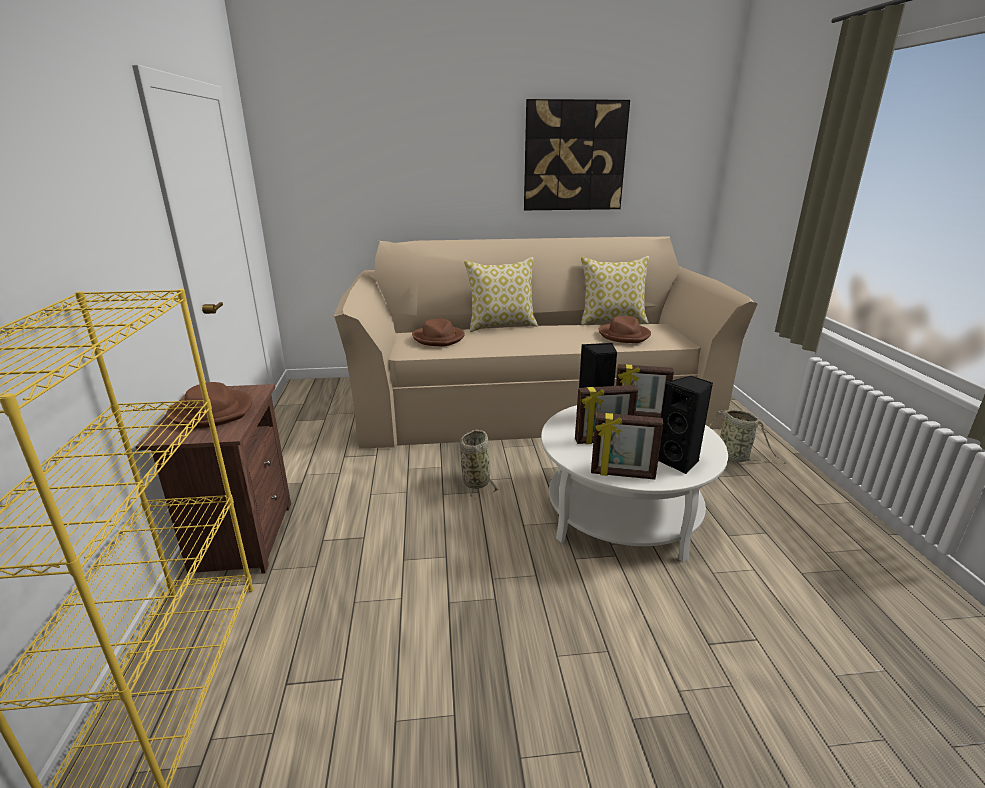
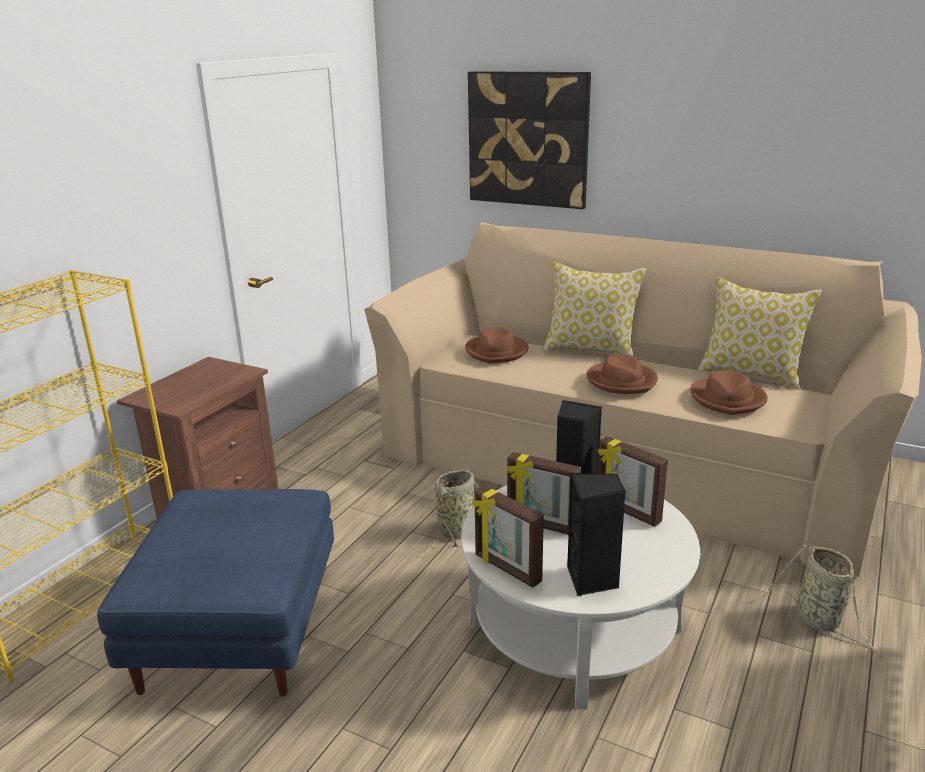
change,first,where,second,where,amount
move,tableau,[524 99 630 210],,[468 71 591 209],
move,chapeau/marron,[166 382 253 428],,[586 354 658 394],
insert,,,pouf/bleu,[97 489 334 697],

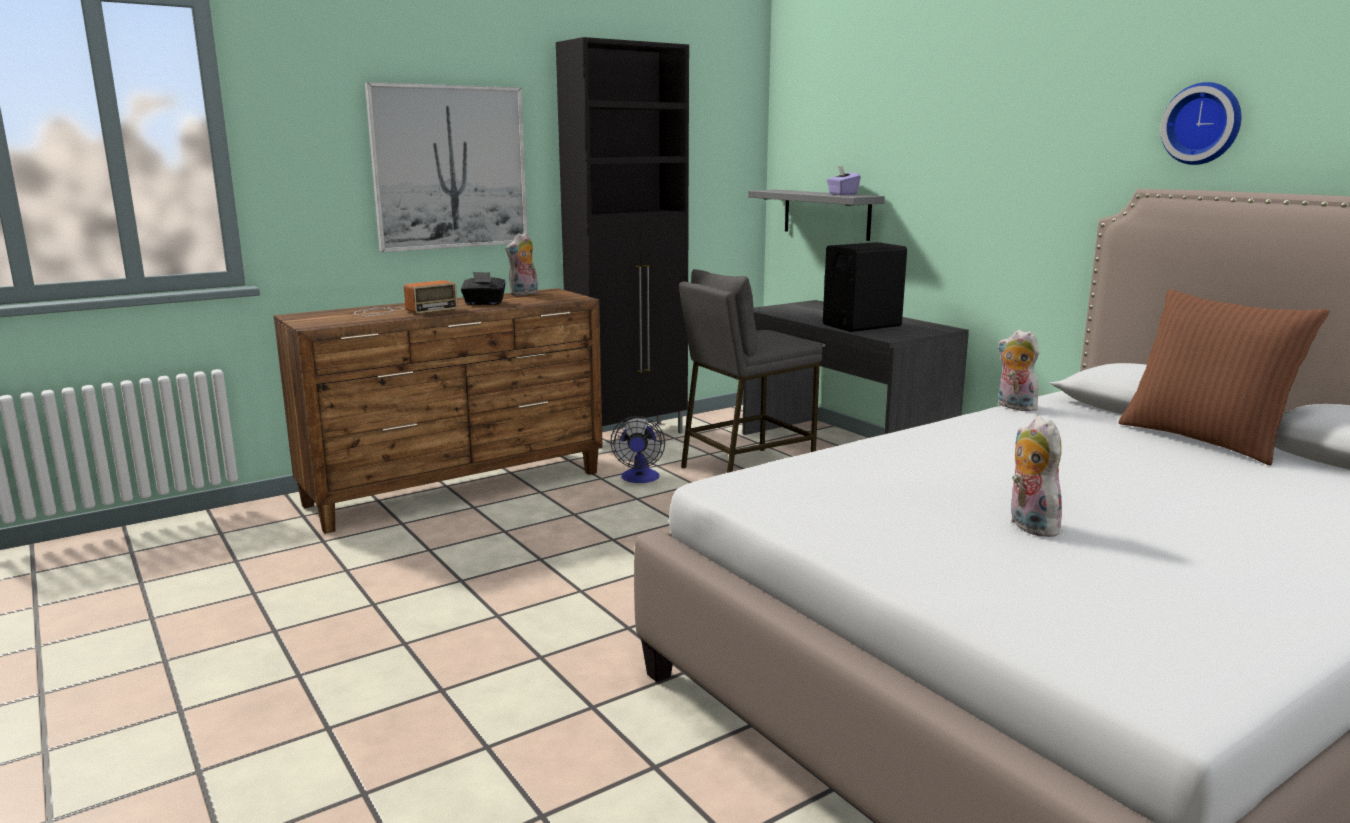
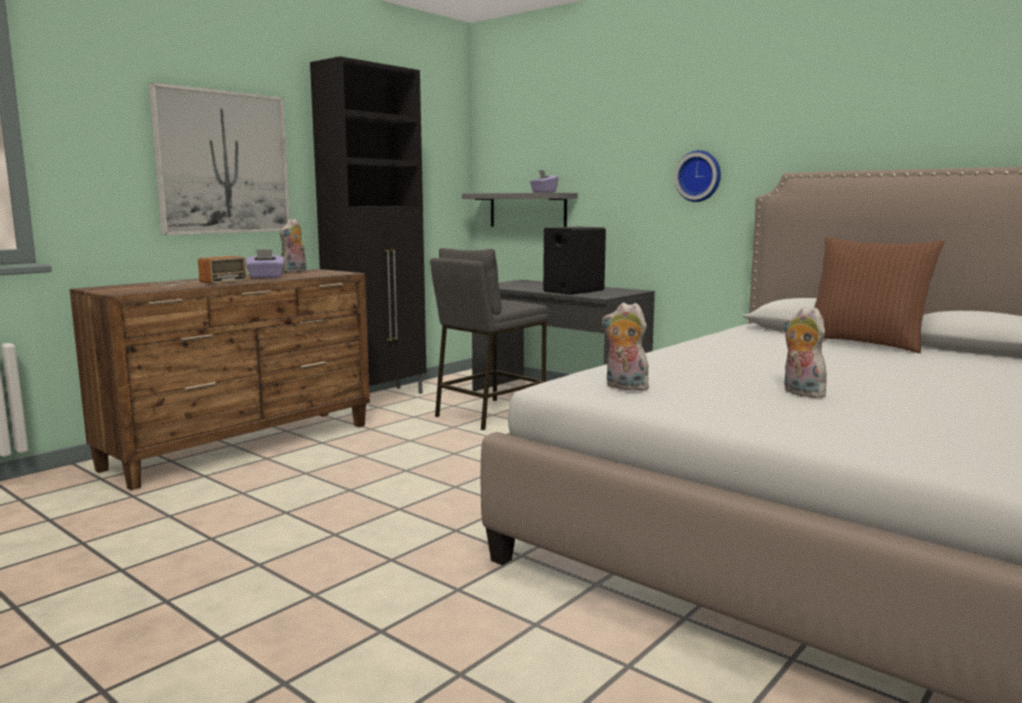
change,first,where,second,where,amount
move,horloge murale,[1160 82 1241 165],,[674 150 721 202],
recolor,boîte à mouchoirs/noir,[461 272 506 305],boîte à mouchoirs/violet,[246 249 284 278],
move,peluche,[998 330 1040 411],,[602 303 649 391],
delete,ventilateur,[610 416 665 483],,,

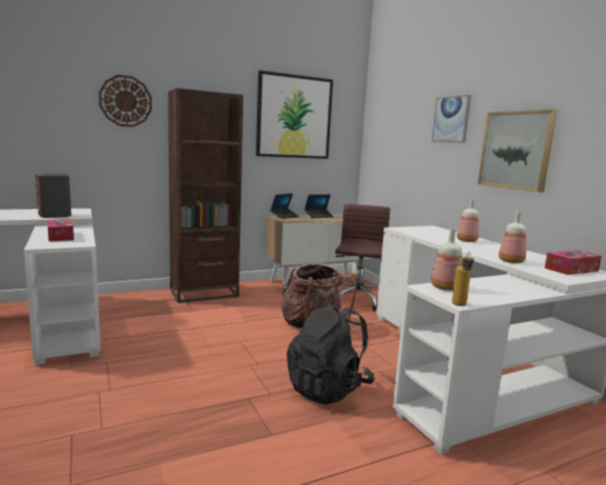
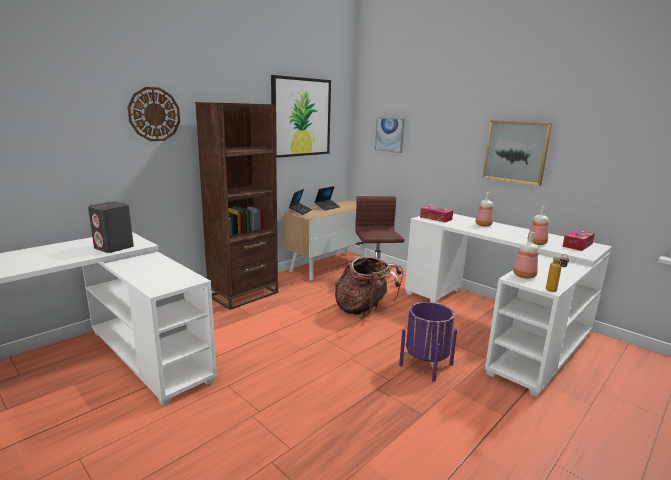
change,first,where,second,where,amount
move,tableau,[432 95 471 143],,[375 117 405 153],
move,boîte à mouchoirs,[48 219 74 242],,[420 206 453 222],
replace,sac à dos/noir,[287 302 375 405],cache-pot/violet,[399 302 457 382],

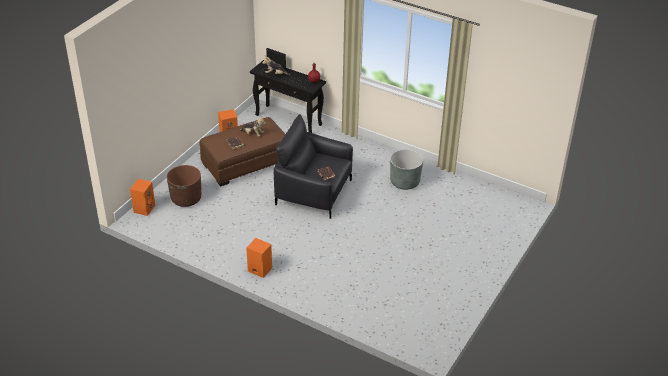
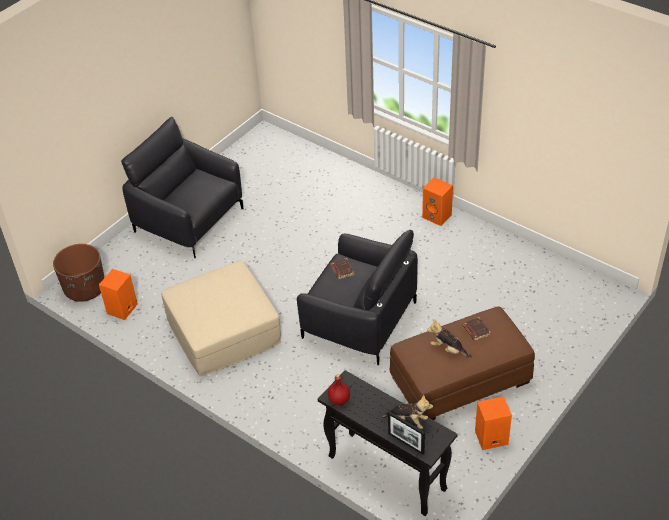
change,first,where,second,where,amount
replace,cache-pot/gris,[390 149 423 190],pouf/beige,[161 261 281 376],
move,cache-pot/marron,[167 165 201 207],,[53 244 105 302],
move,enceinte/orange,[130 179 155 216],,[99 269 138 320],
insert,,,fauteuil/noir,[121 116 243 258],

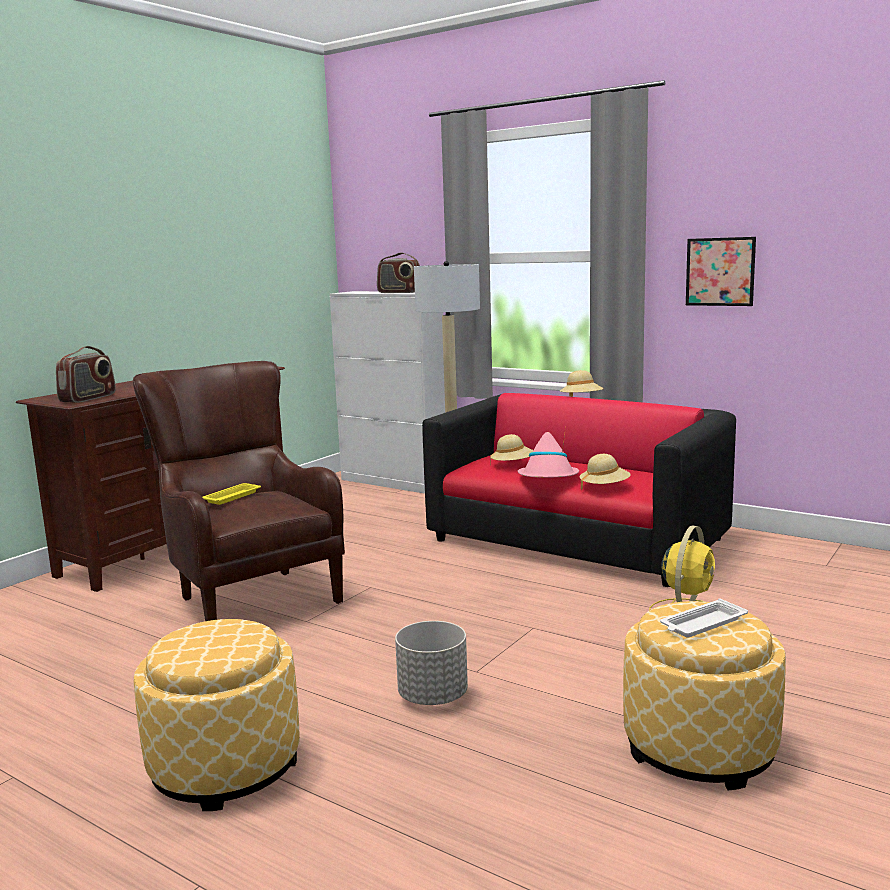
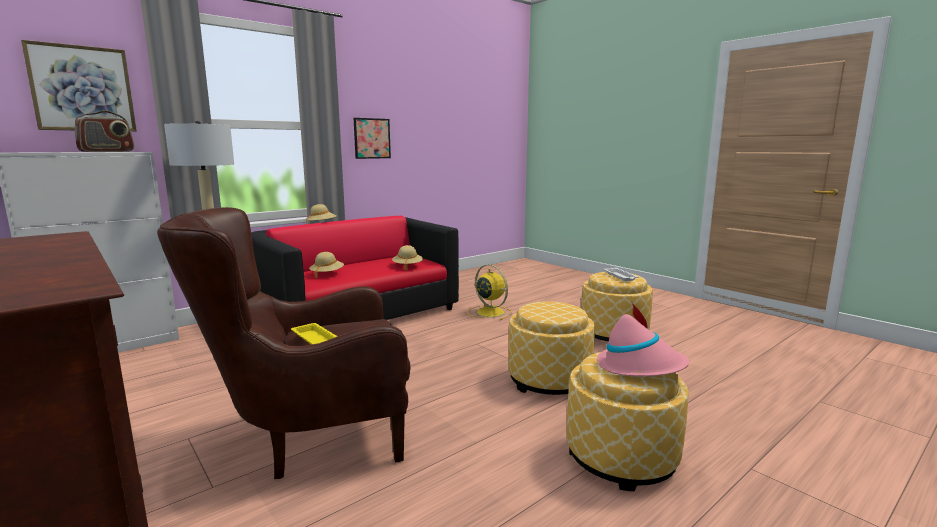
change,first,where,second,where,amount
delete,radio,[56 346 116 403],,,
move,chapeau/rose,[518 427 579 478],,[597 303 689 376],
replace,cache-pot/gris,[395 621 468 705],pouf,[508 301 595 395],
insert,,,tableau,[21 40 137 131],

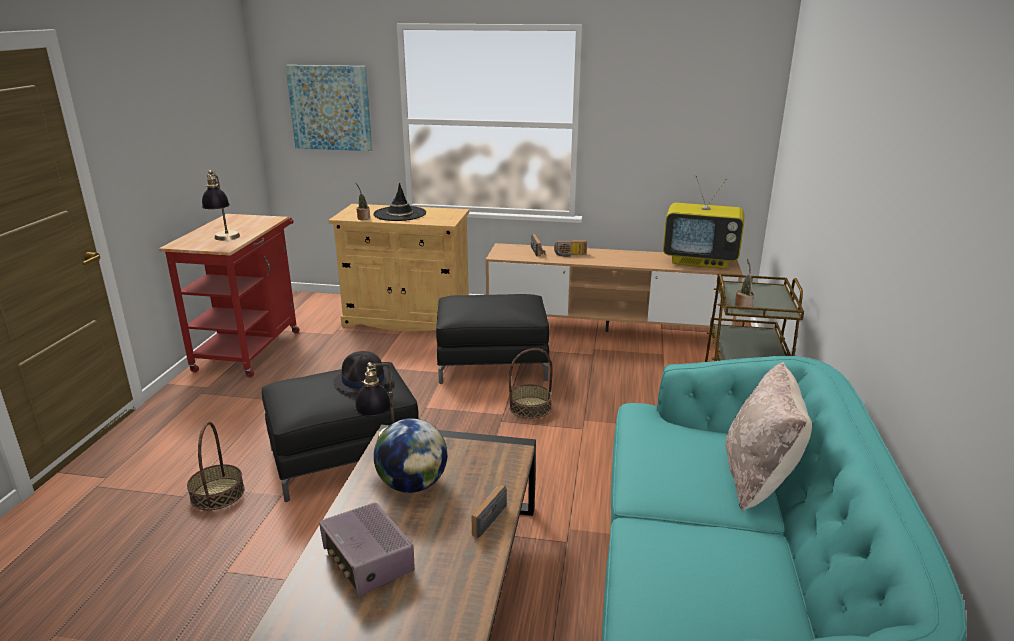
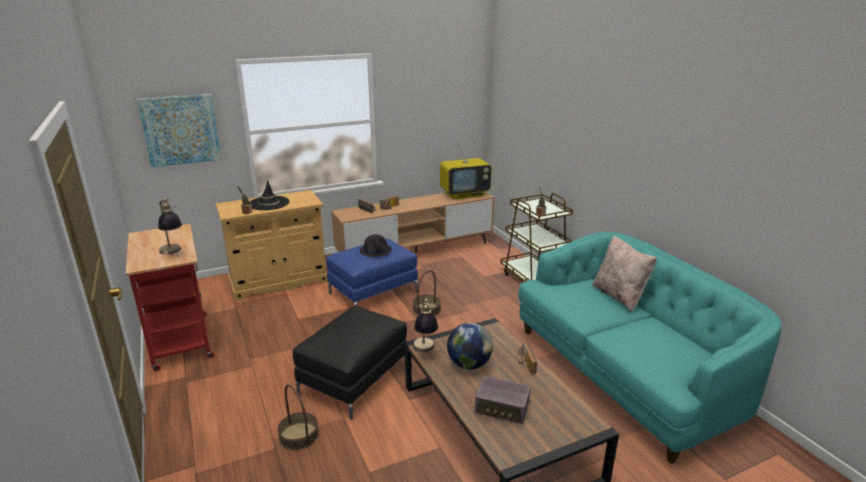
change,first,where,second,where,amount
recolor,pouf/noir,[436 294 550 384],pouf/bleu,[326 239 418 306],
move,chapeau/noir,[333 351 392 393],,[360 234 392 257],

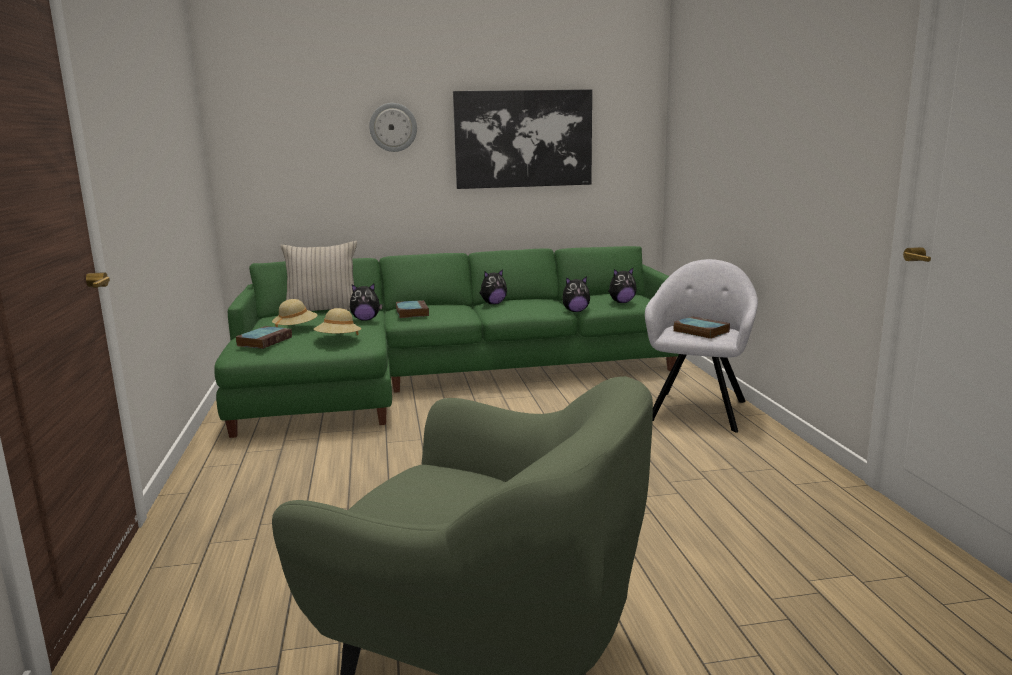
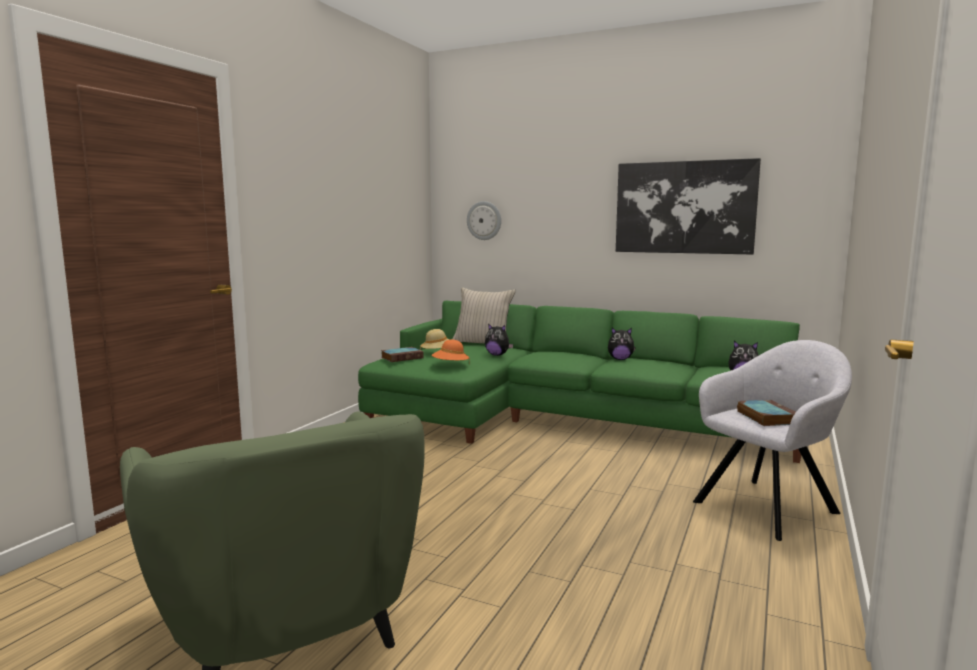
change,first,where,second,where,amount
move,horloge murale,[369 103 417 152],,[467 201 501 240],
delete,peluche,[562 276 590 312],,,
delete,livre,[396 300 429 318],,,
recolor,chapeau/beige,[314 308 361 335],chapeau/orange,[432 339 470 364],

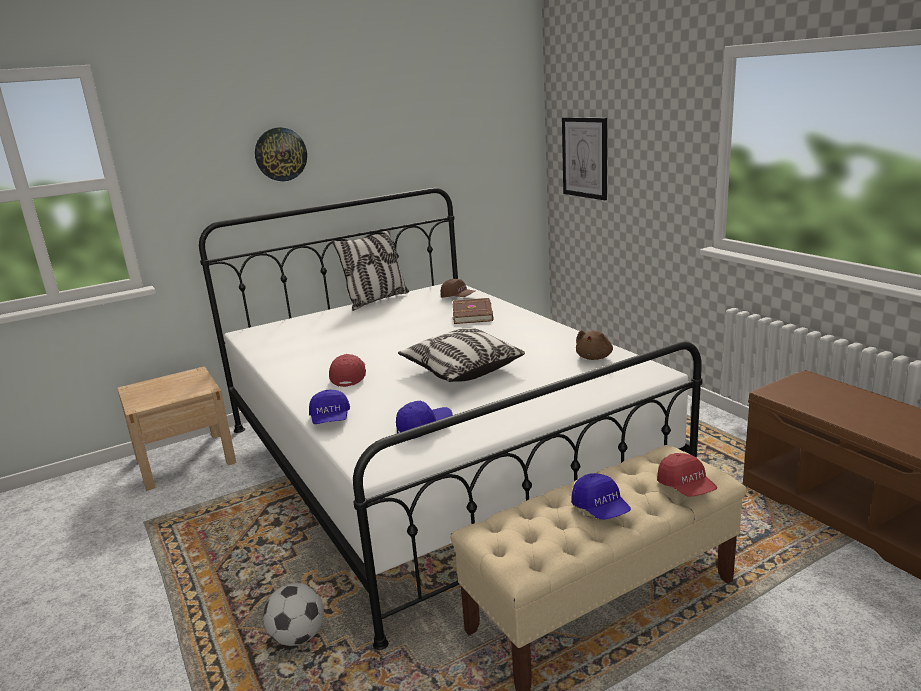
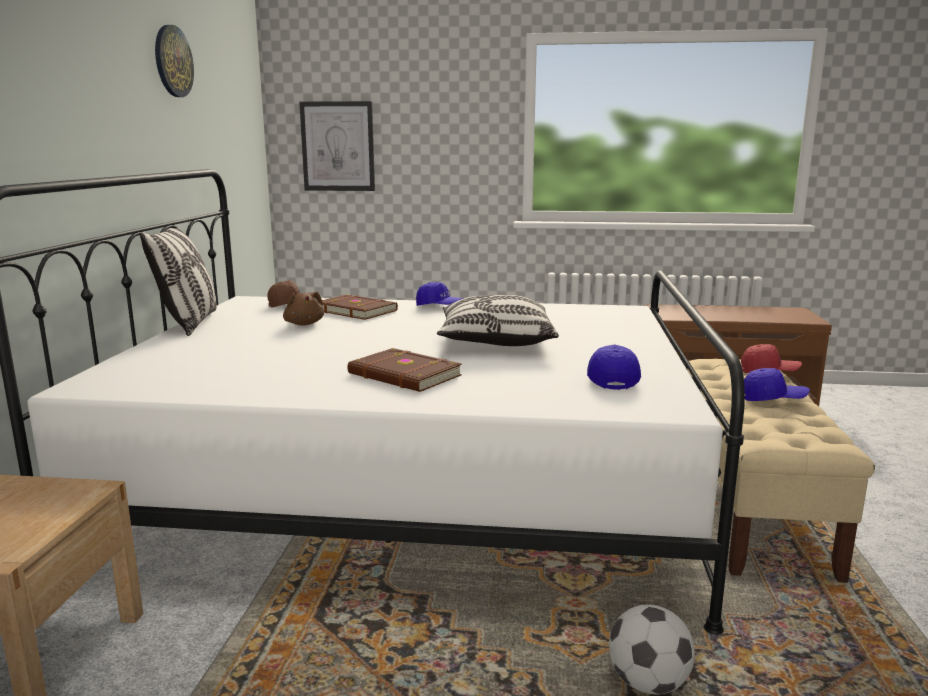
change,first,where,second,where,amount
move,horloge murale,[255 127 307 181],,[155 25 194 97],
move,peluche/marron,[576 330 613 360],,[283 292 324 326],
replace,casquette/rouge,[329 354 366 387],livre/marron,[348 348 462 392],
move,casquette/bleu,[309 389 350 424],,[416 282 464 306],

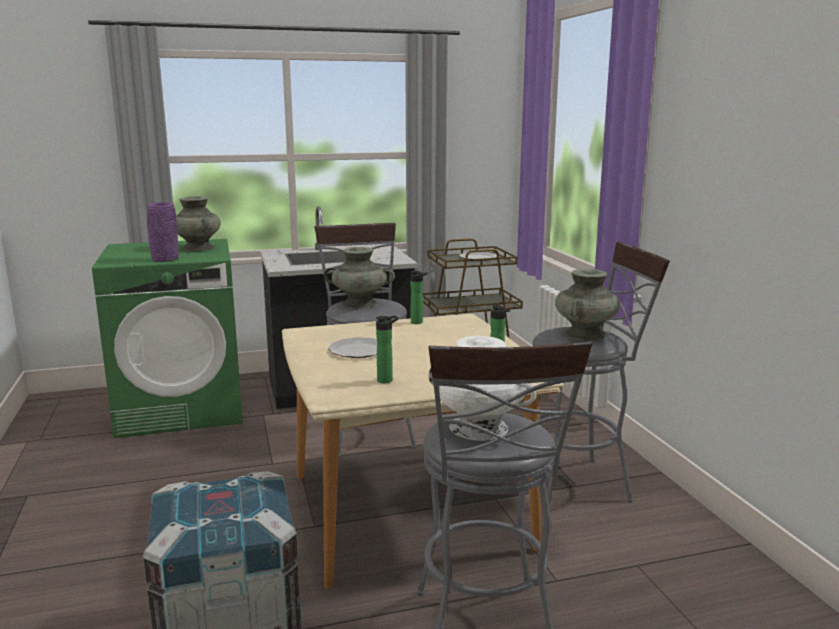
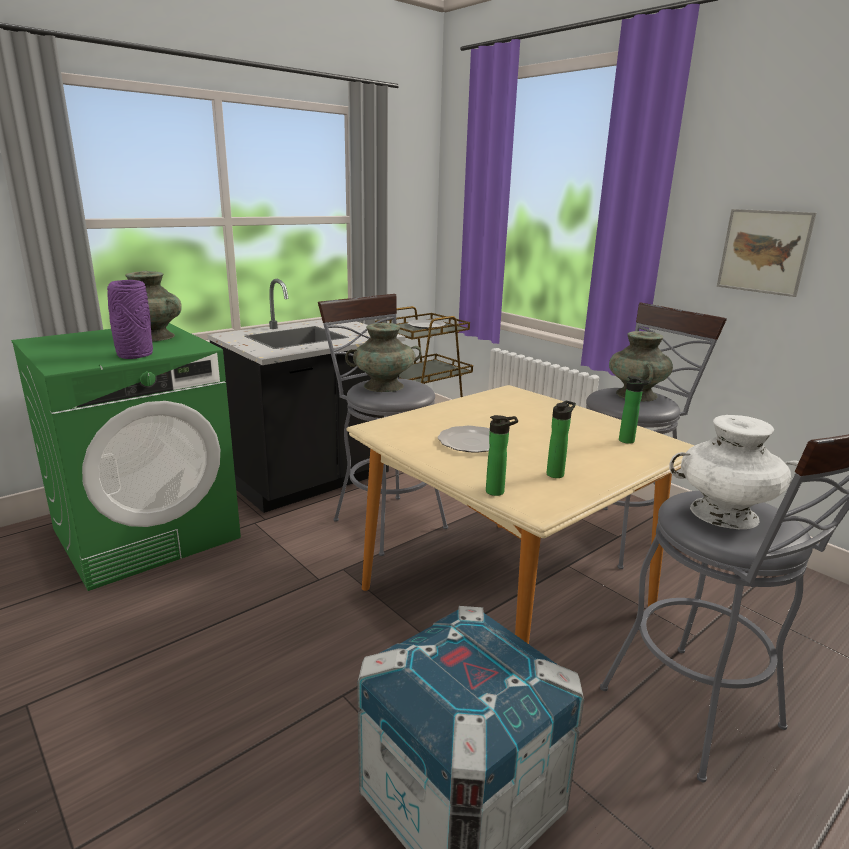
change,first,where,second,where,amount
move,bouteille,[410 271 428 324],,[486 415 518 496],
insert,,,tableau,[717 209 816 297],

